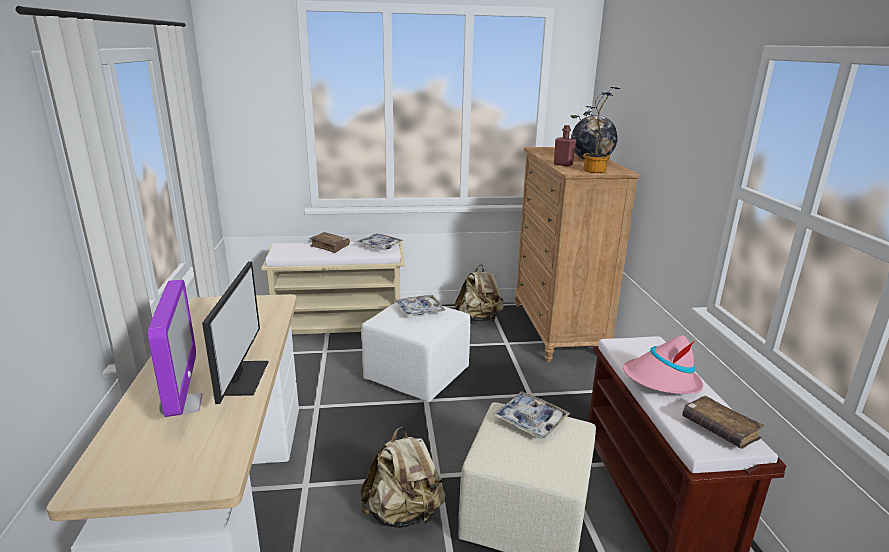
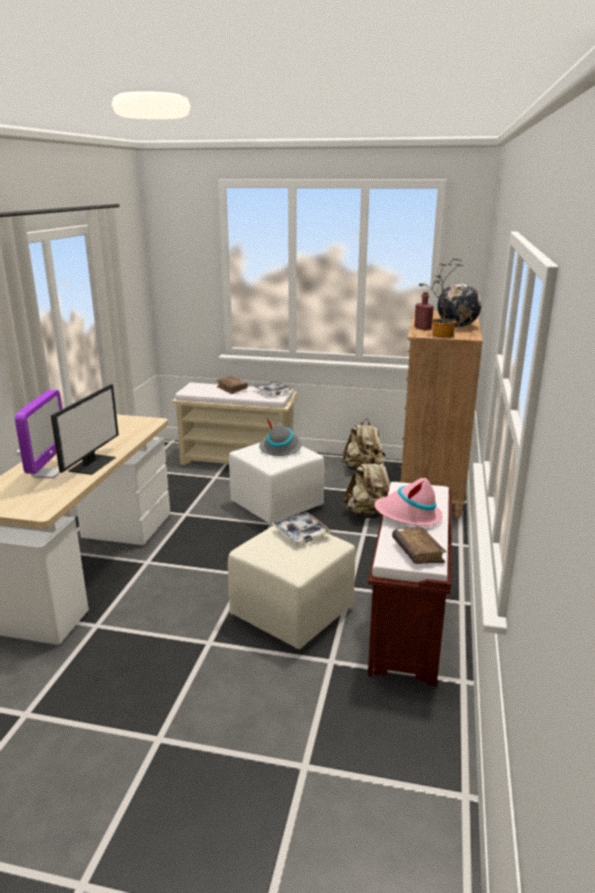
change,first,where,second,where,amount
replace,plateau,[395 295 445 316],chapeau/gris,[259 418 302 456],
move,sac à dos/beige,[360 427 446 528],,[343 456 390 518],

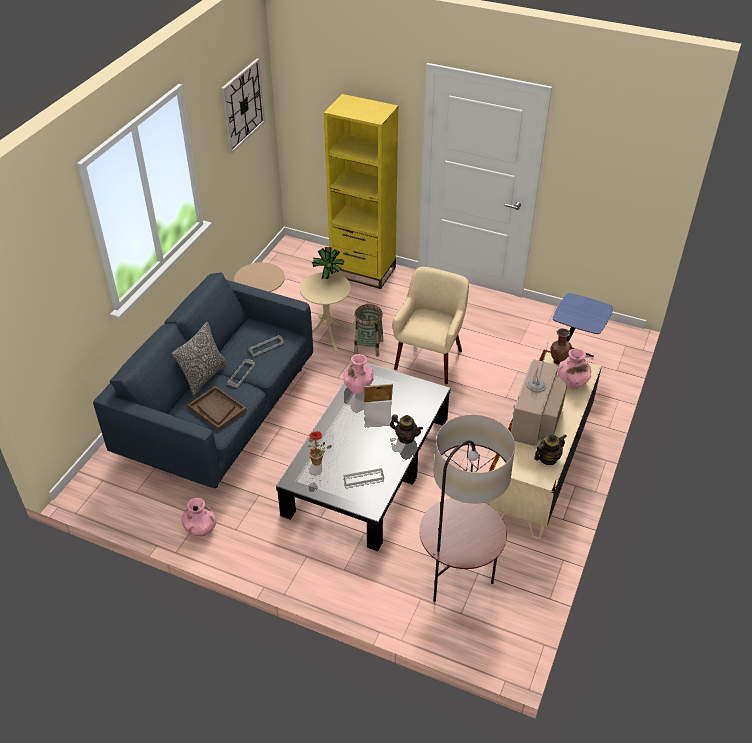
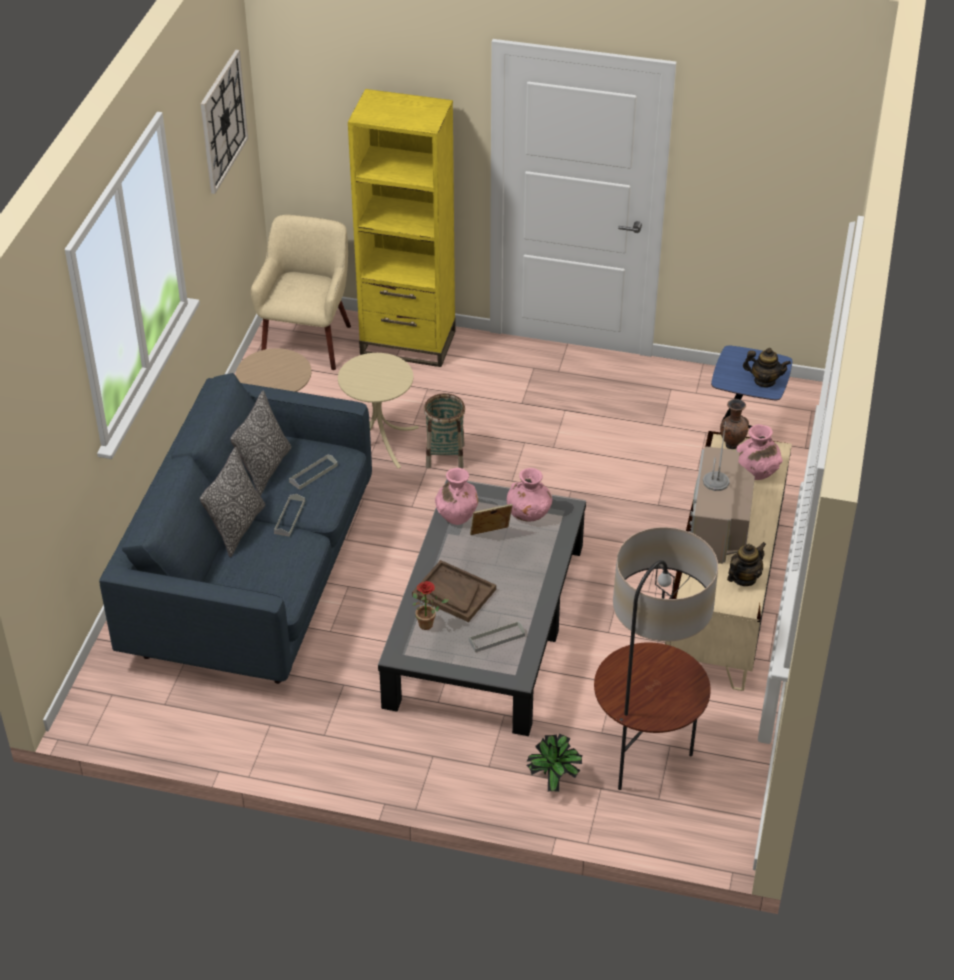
change,first,where,second,where,amount
move,plante en pot,[312 247 345 279],,[526 734 582 792],
move,fauteuil/beige,[392 267 469 384],,[251 215 351 370],
move,plateau/marron,[187 386 247 431],,[412 560 496 622],
move,théière,[390 414 423 444],,[743 348 791 387],
move,vase/rose,[182 498 216 536],,[507 468 552 522],
insert,,,coussin,[230 391 291 496],

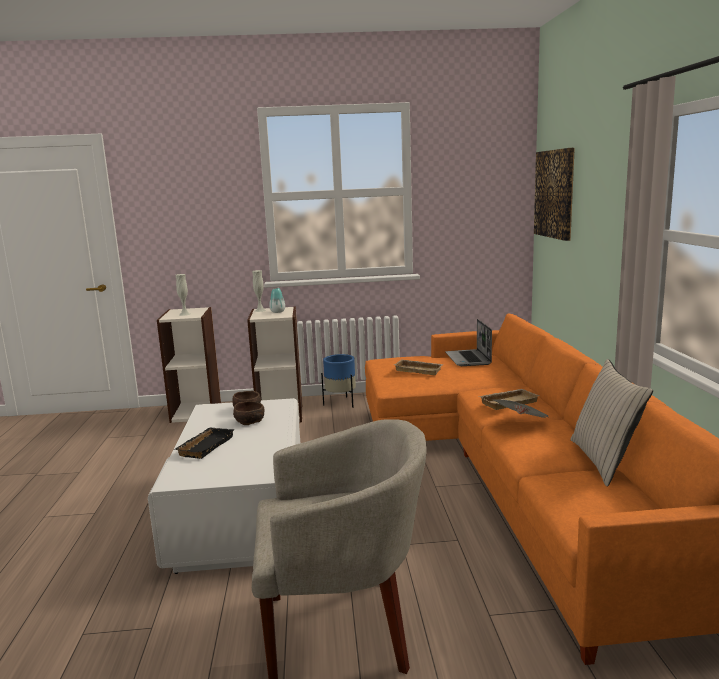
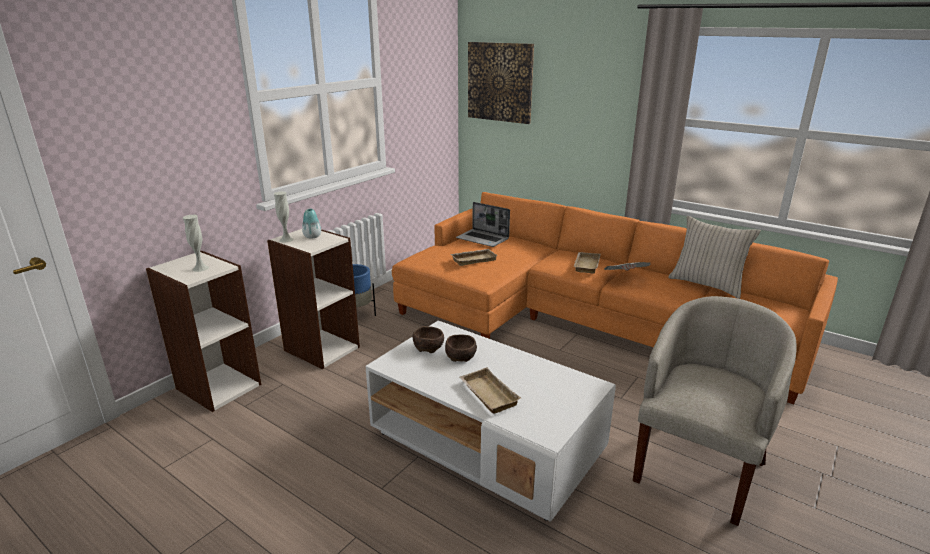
change,first,where,second,where,amount
recolor,plateau/noir,[175 428 234 459],plateau/beige,[459 368 521 414],

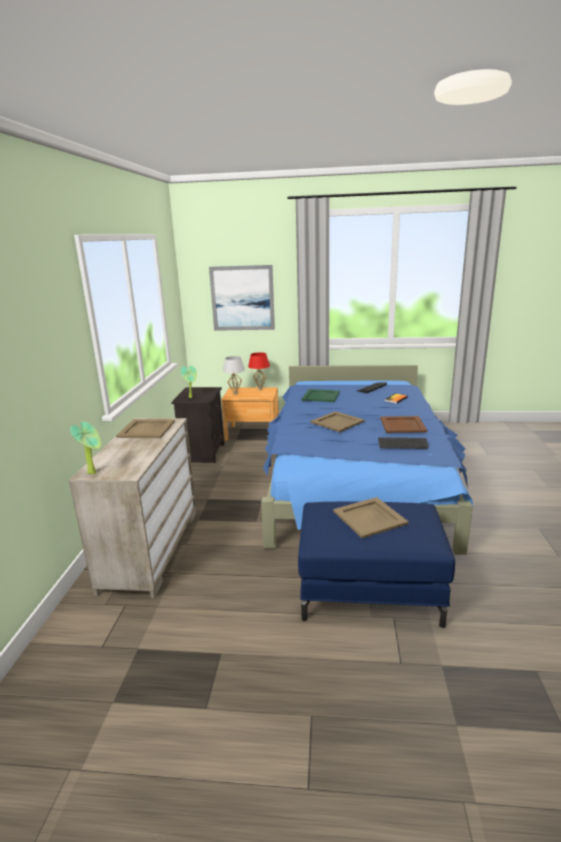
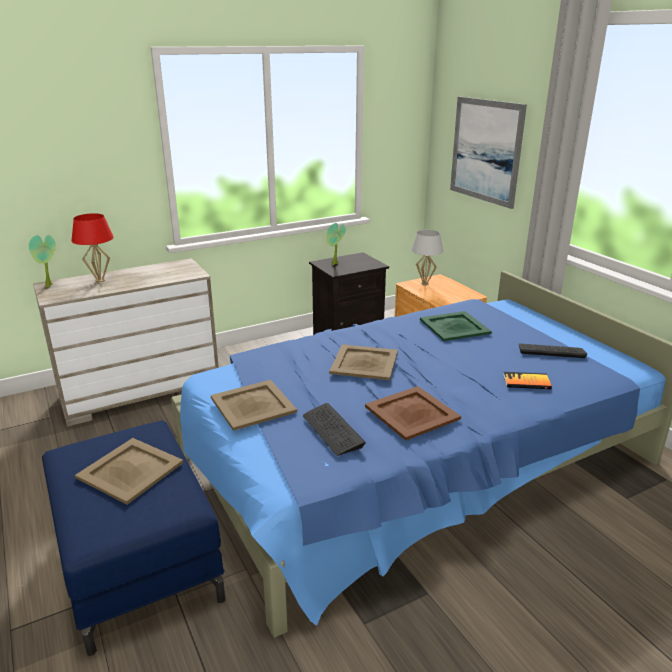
change,first,where,second,where,amount
move,lampe de table/rouge,[248 352 270 390],,[72 213 114 282],
move,plateau/beige,[116 419 175 438],,[211 380 297 431],

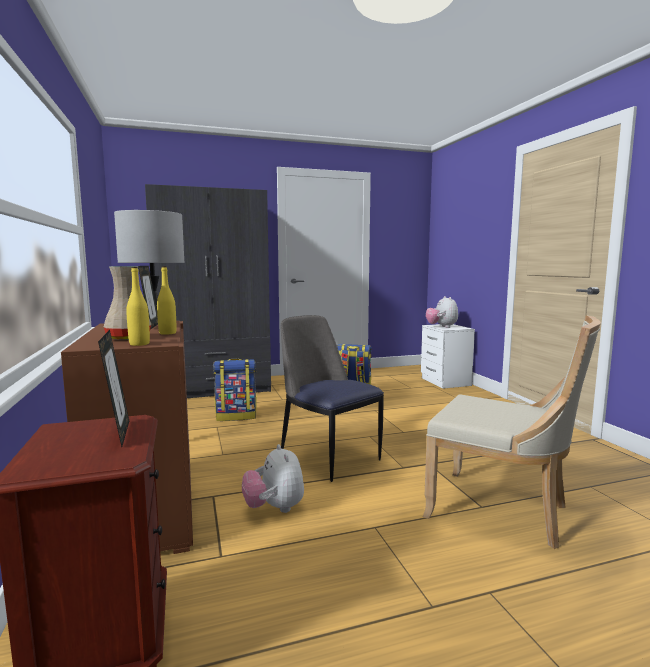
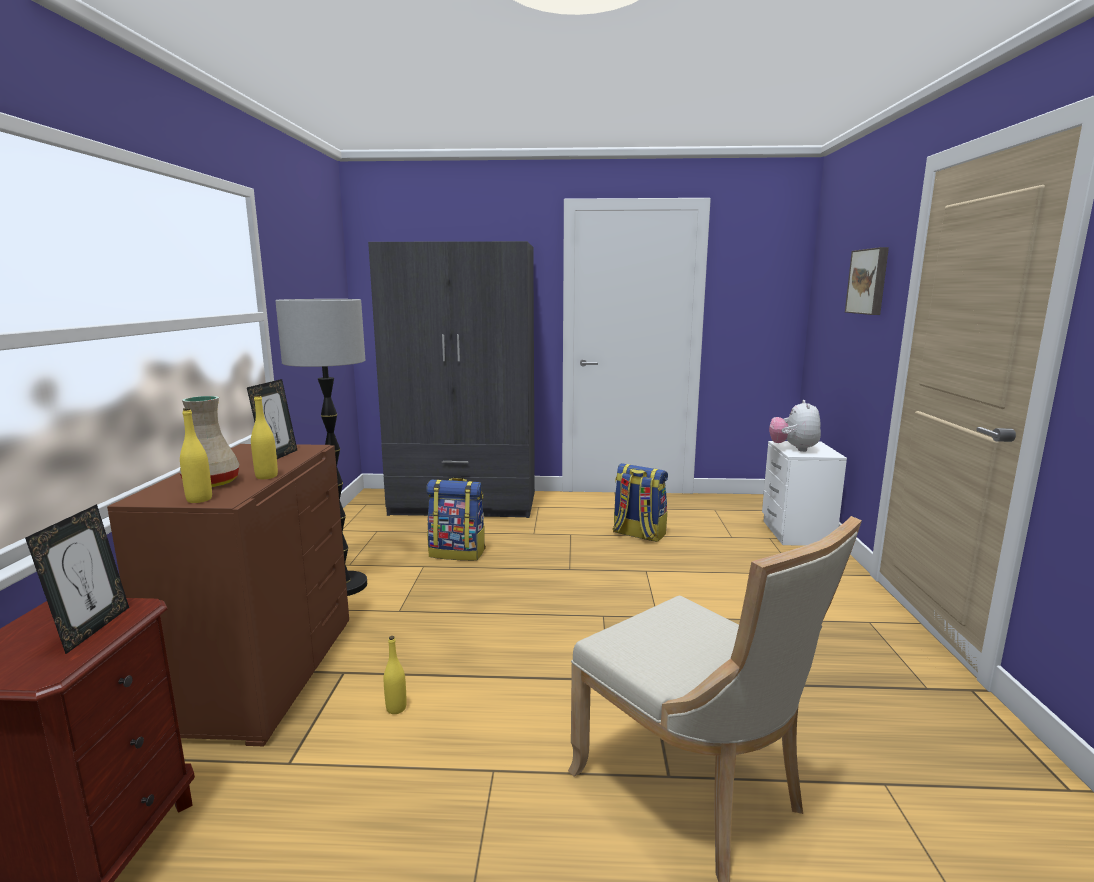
change,first,where,second,where,amount
delete,chaise,[280 315 384 482],,,
replace,peluche,[242 444 304 513],bouteille/jaune,[384 636 407 714],
insert,,,tableau,[845 247 889 315],

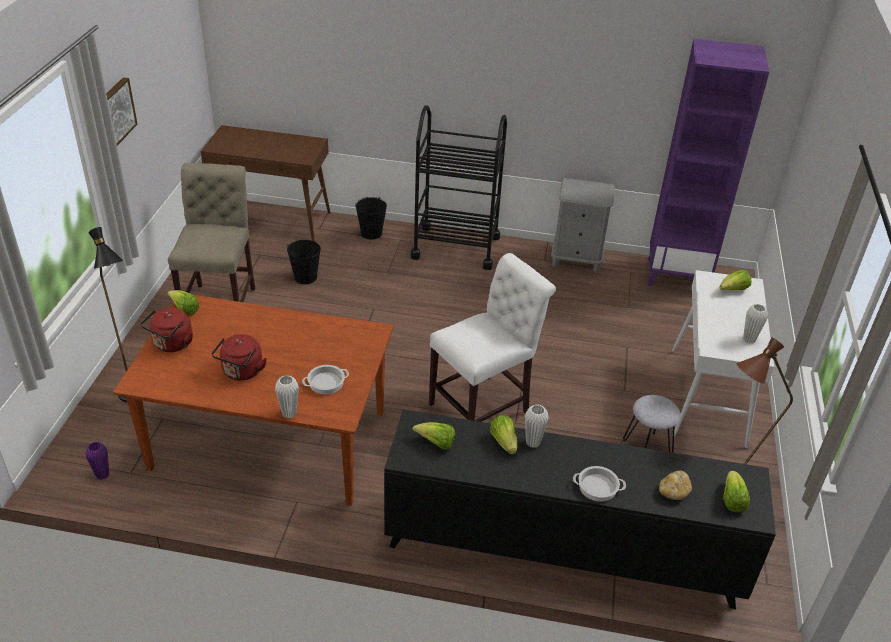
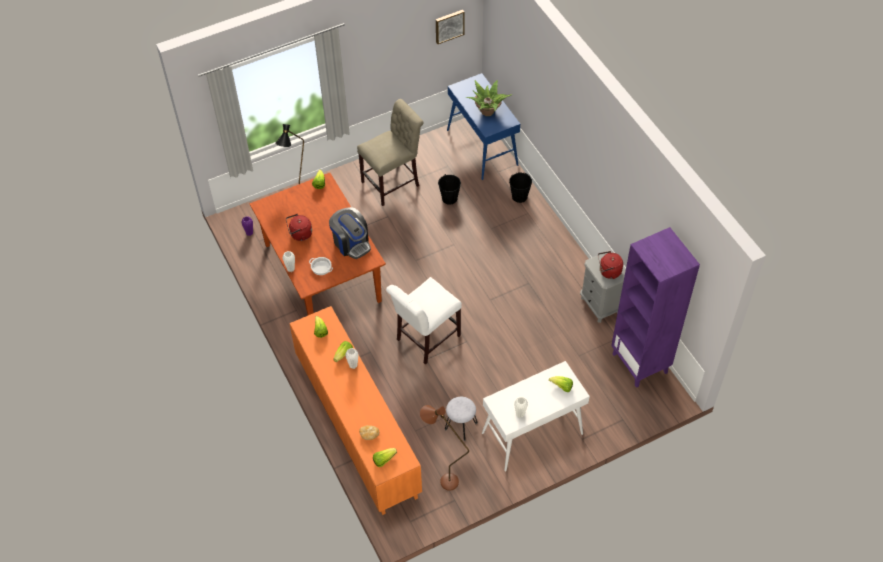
change,first,where,second,where,amount
move,tableau,[106 77 138 146],,[436 10 465 44],
delete,chariot/noir,[411 105 507 270],,,
recolor,table console/marron,[201 125 331 241],table console/bleu,[447 73 520 180],
rotate,chaise/blanc,[429 253 556 422],,[386 277 462 365],120 degrees clockwise
move,bouilloire/rouge,[140 308 193 352],,[598 251 623 279],
recolor,meuble de rangement/noir,[384 409 776 609],meuble de rangement/orange,[290 306 422 515],
delete,marmite,[573 466 626 502],,,
insert,,,plante en pot,[466 80 512 116],
insert,,,machine à café,[329 207 371 259],

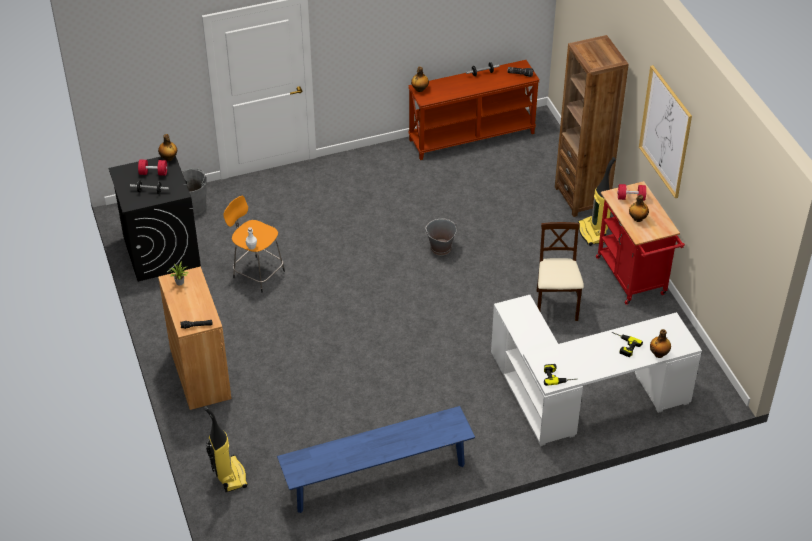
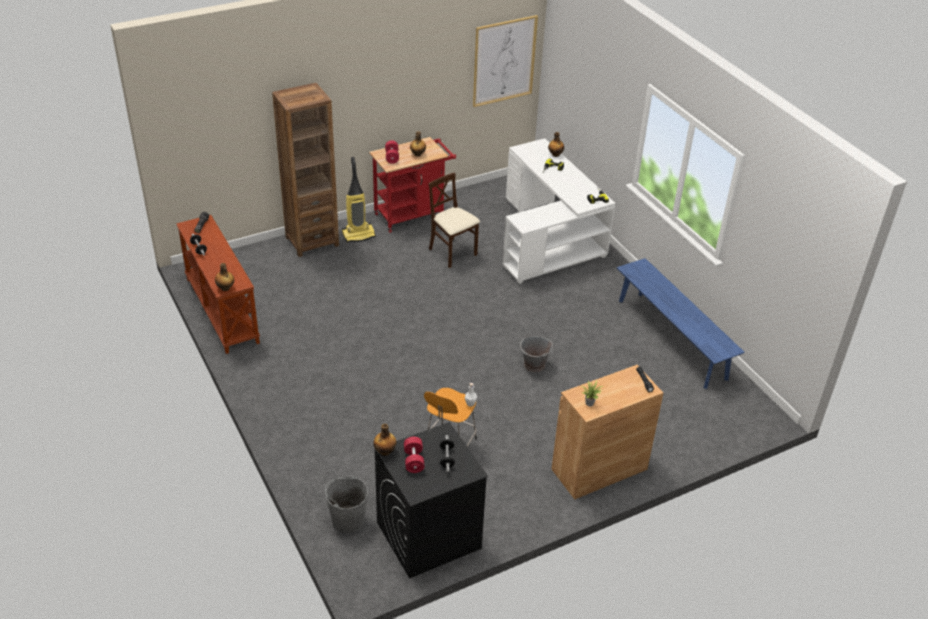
change,first,where,second,where,amount
move,tableau,[639 65 692 198],,[473 15 538 107],
move,seau/gris,[425 219 457 256],,[520 335 553 373],
rotate,chaise/beige,[536 222 584 321],,[428 172 480 268],60 degrees clockwise
delete,aspirateur,[204 406 248 492],,,

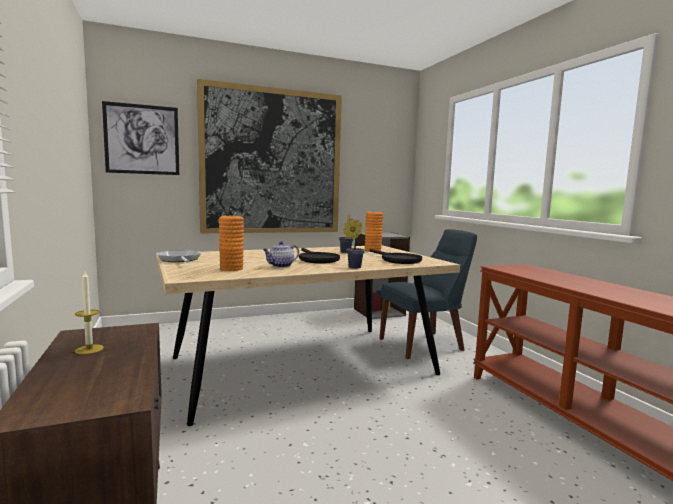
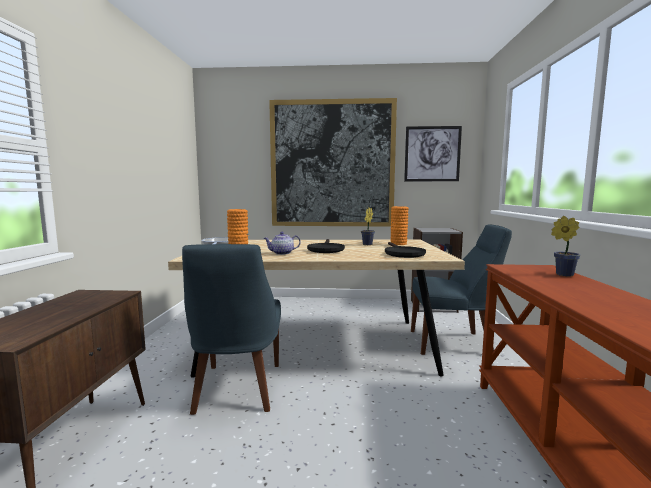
change,first,where,second,where,amount
move,tableau,[102 101 179 175],,[404 126 462 181],
move,plante en pot,[343 218 365 269],,[551 216 580 276],
delete,bougie,[75 270 104 355],,,
insert,,,chaise/bleu,[182 244 281 415],

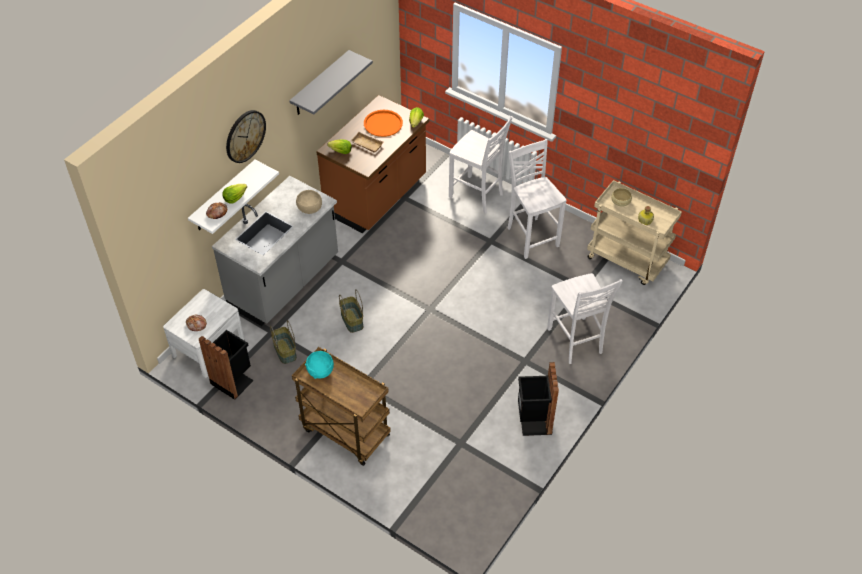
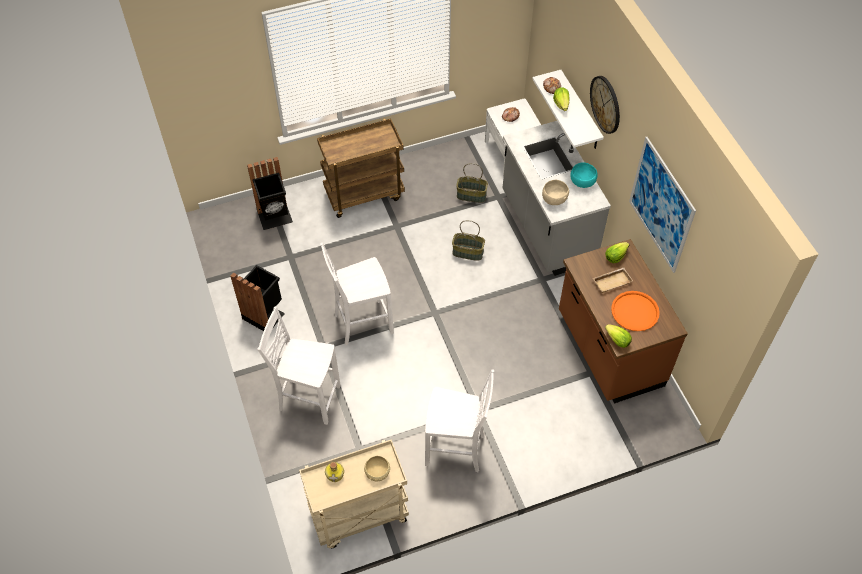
change,first,where,second,where,amount
replace,étagère/gris,[289 50 373 115],tableau,[629 137 696 273],
move,chaise/blanc,[449 116 513 214],,[320 243 394 345],
move,poubelle/noir,[199 330 254 400],,[247 157 293 230],
move,bol/turquoise,[305 351 334 379],,[570 162 598 188],

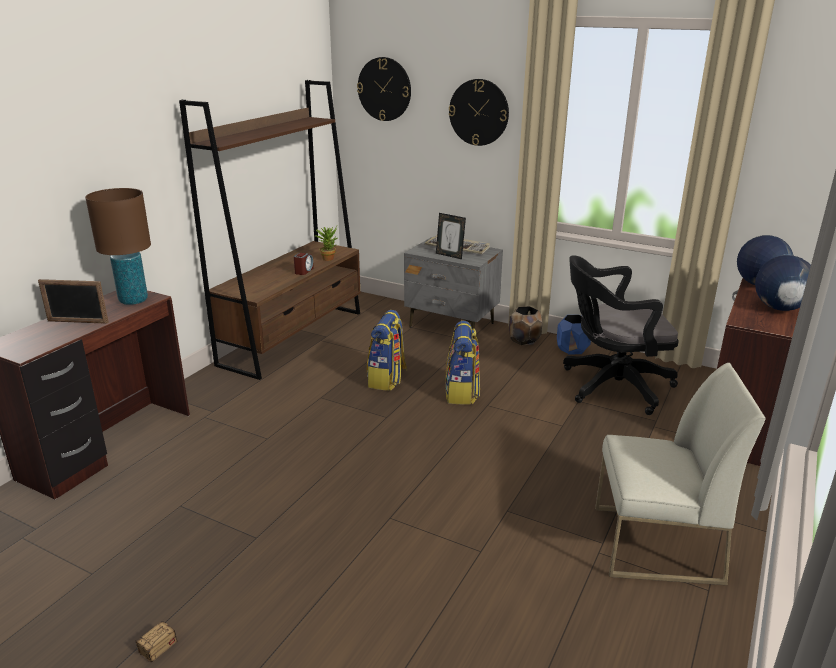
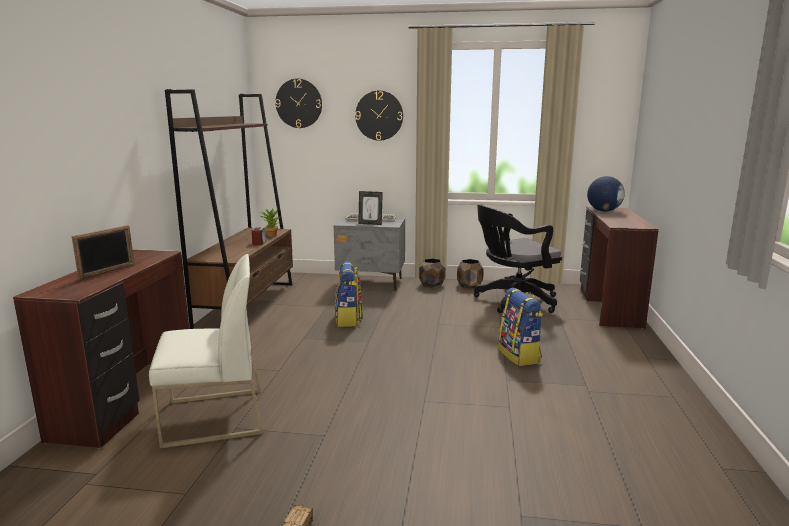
change,first,where,second,where,amount
delete,lampe de table/marron,[85 188 151 305],,,
delete,globe,[755 255 811 311],,,
rotate,cadre photo,[38 279 109 324],,[72 225 134 280],45 degrees counterclockwise
recolor,cache-pot/bleu,[557 315 591 355],cache-pot/marron,[457 259 484 289],
move,sac à dos,[445 321 480 405],,[498 288 543 366],
move,chaise/blanc,[595 363 766 585],,[149 254 264 448],

